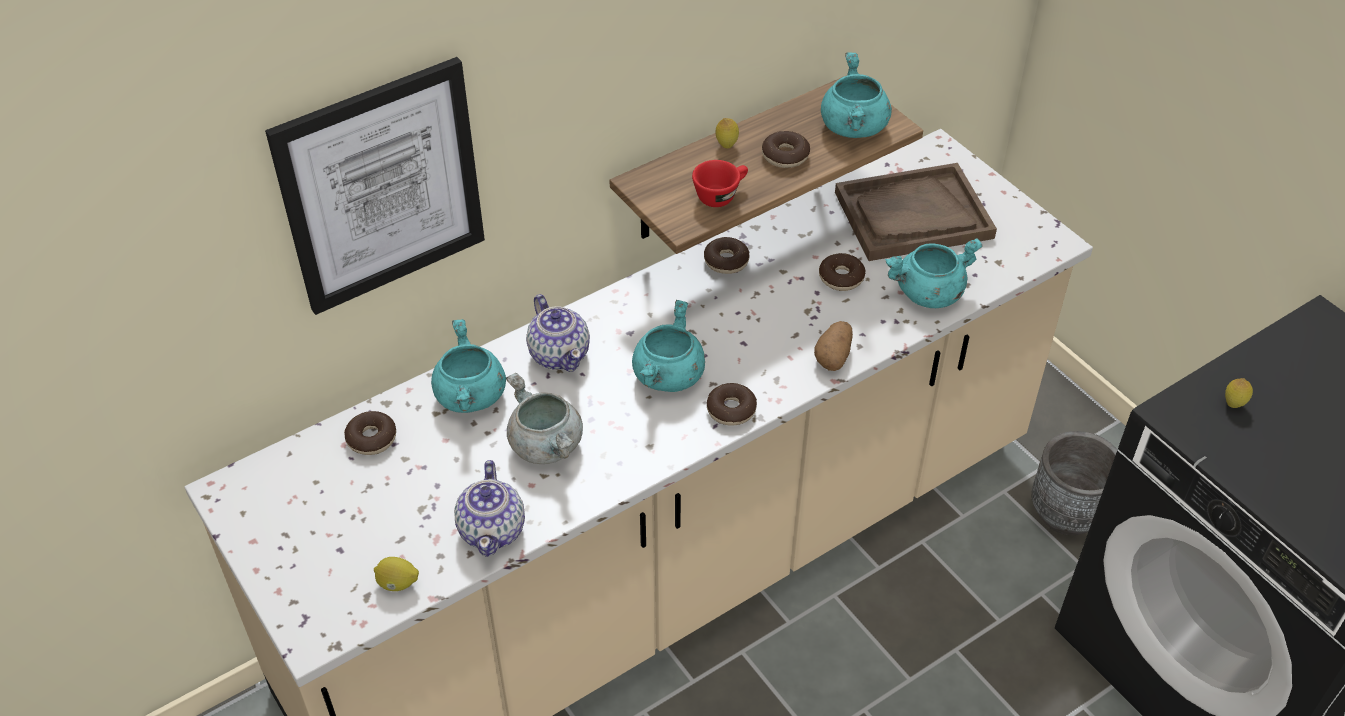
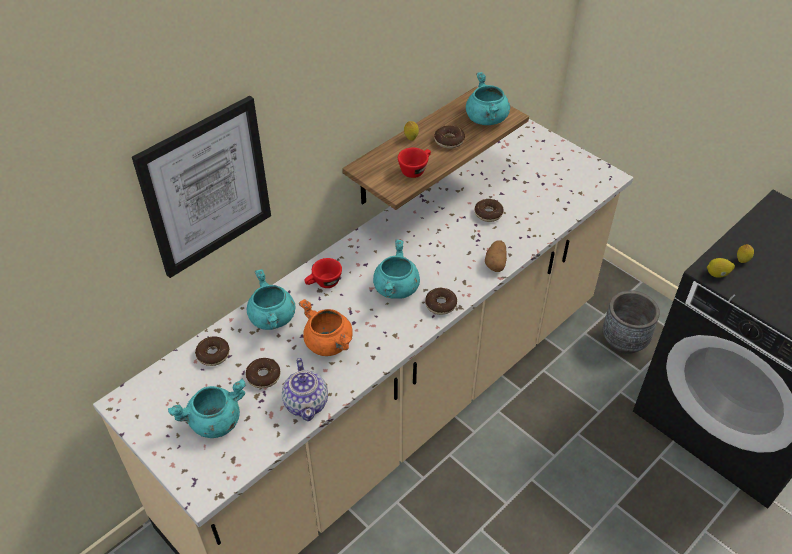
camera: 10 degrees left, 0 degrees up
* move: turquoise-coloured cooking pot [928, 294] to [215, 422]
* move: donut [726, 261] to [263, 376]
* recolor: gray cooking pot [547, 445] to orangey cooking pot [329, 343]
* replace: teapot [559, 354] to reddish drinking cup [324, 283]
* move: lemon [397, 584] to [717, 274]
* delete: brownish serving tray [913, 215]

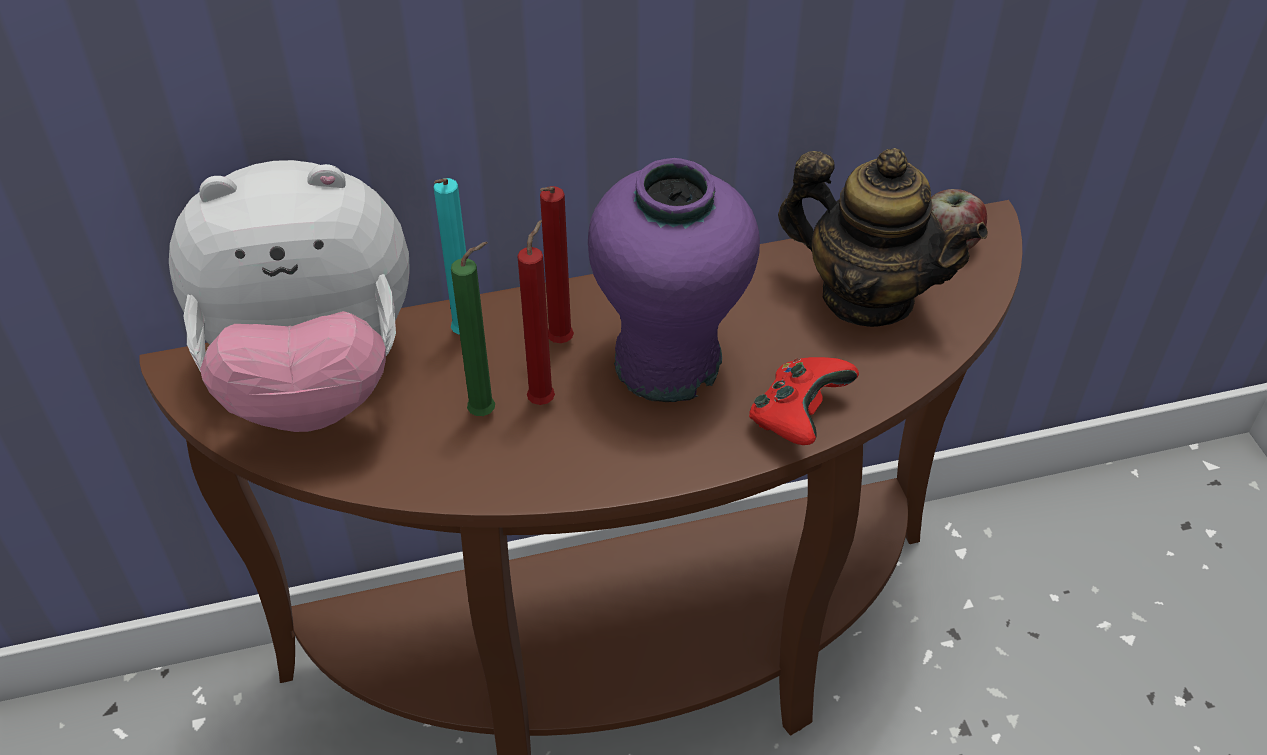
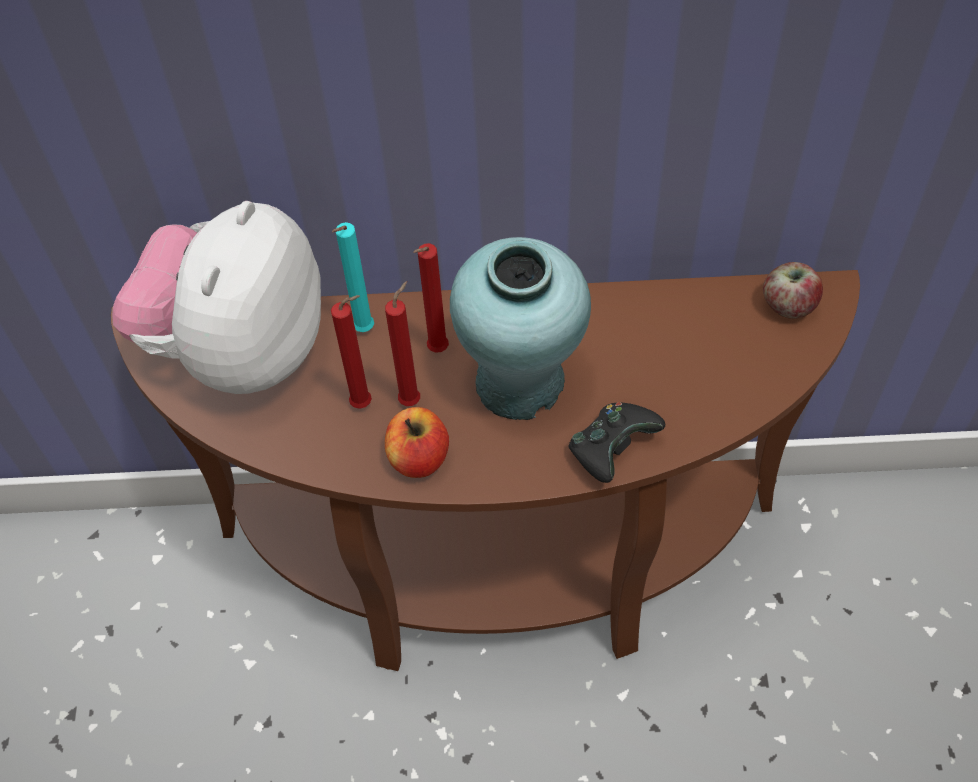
camera: 15 degrees right, 10 degrees up
* rotate: plush toy [314, 377] = [239, 349] 105 degrees clockwise
* recolor: greenish wax light [487, 412] to reddish wax light [365, 403]
* insert: apple [419, 457]
* recolor: purple flower vase [668, 361] to turquoise-coloured flower vase [520, 381]
* recolor: reddish game controller [798, 416] to black game controller [611, 450]
* delete: teapot [867, 296]

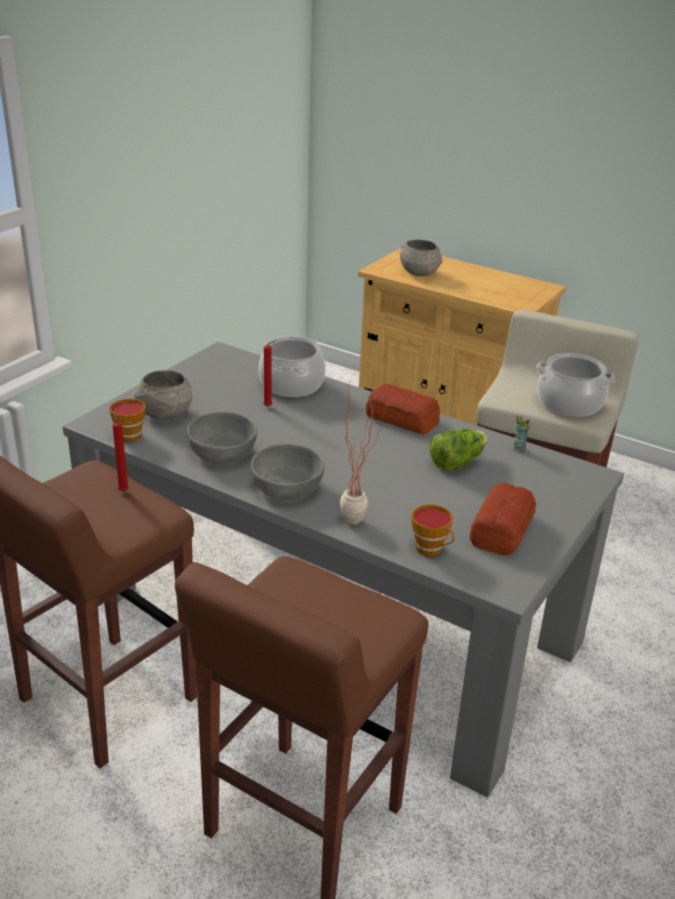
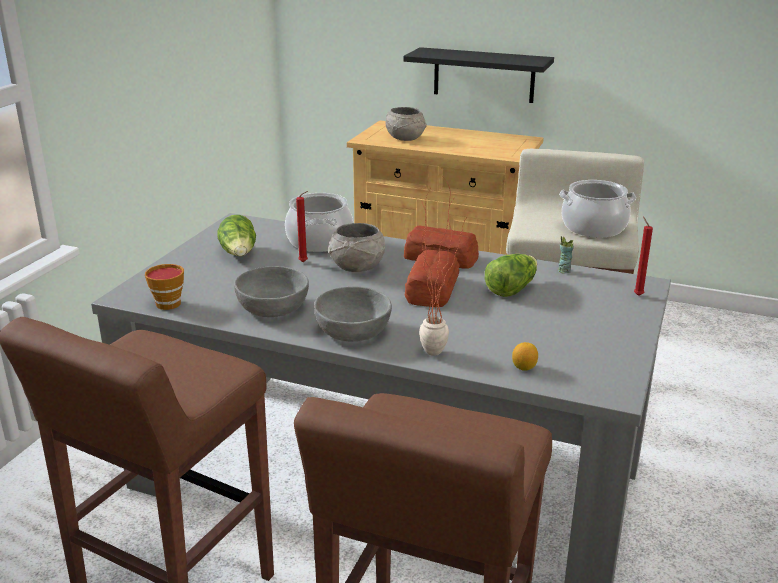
camera: 10 degrees left, 5 degrees down
* insert: lettuce head [239, 254]
* move: gray bowl [164, 414] to [356, 267]
* insert: black shelf [484, 75]
* move: bakery bread [500, 529] to [431, 290]
* replace: drinking cup [432, 549] to lemon [524, 367]
* move: reddish wax light [123, 490] to [637, 295]

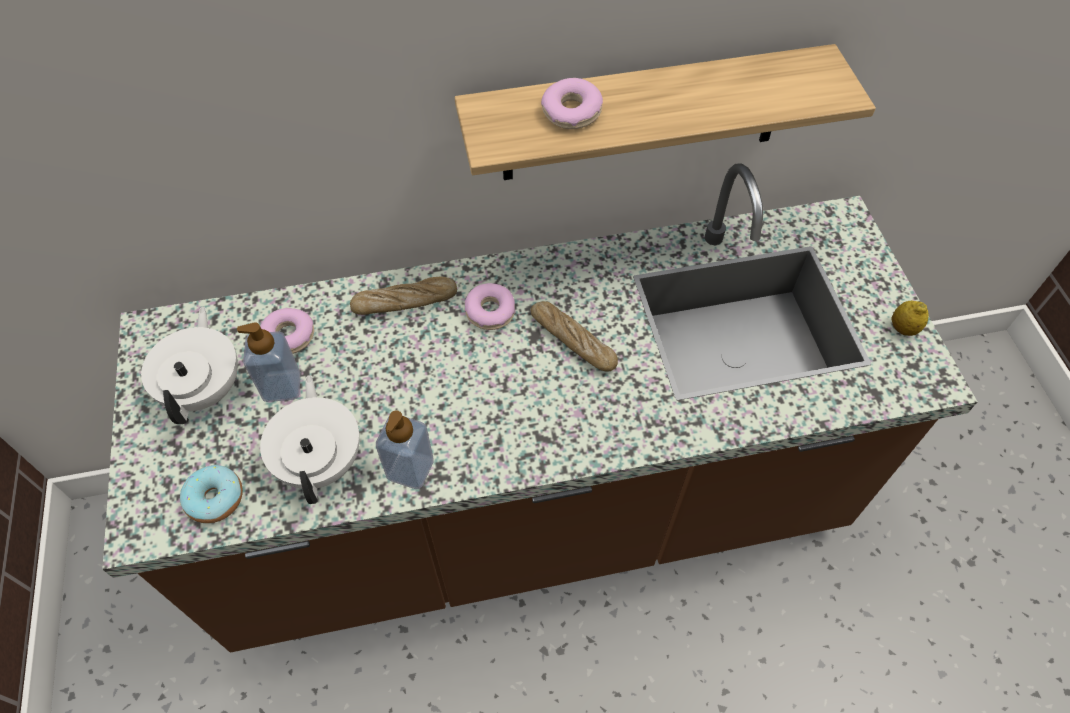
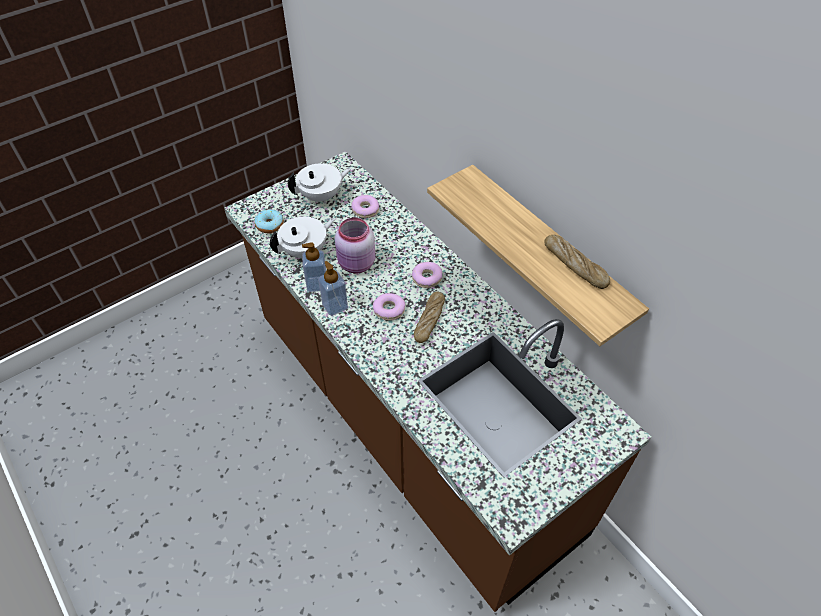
camera: 65 degrees right, 5 degrees down
* move: liquid soap bottle [282, 386] to [335, 306]
* insert: pink jar [356, 264]
* move: donut [571, 112] to [389, 310]
* move: bakery bread [405, 302] to [575, 265]
* delete: lemon [903, 329]

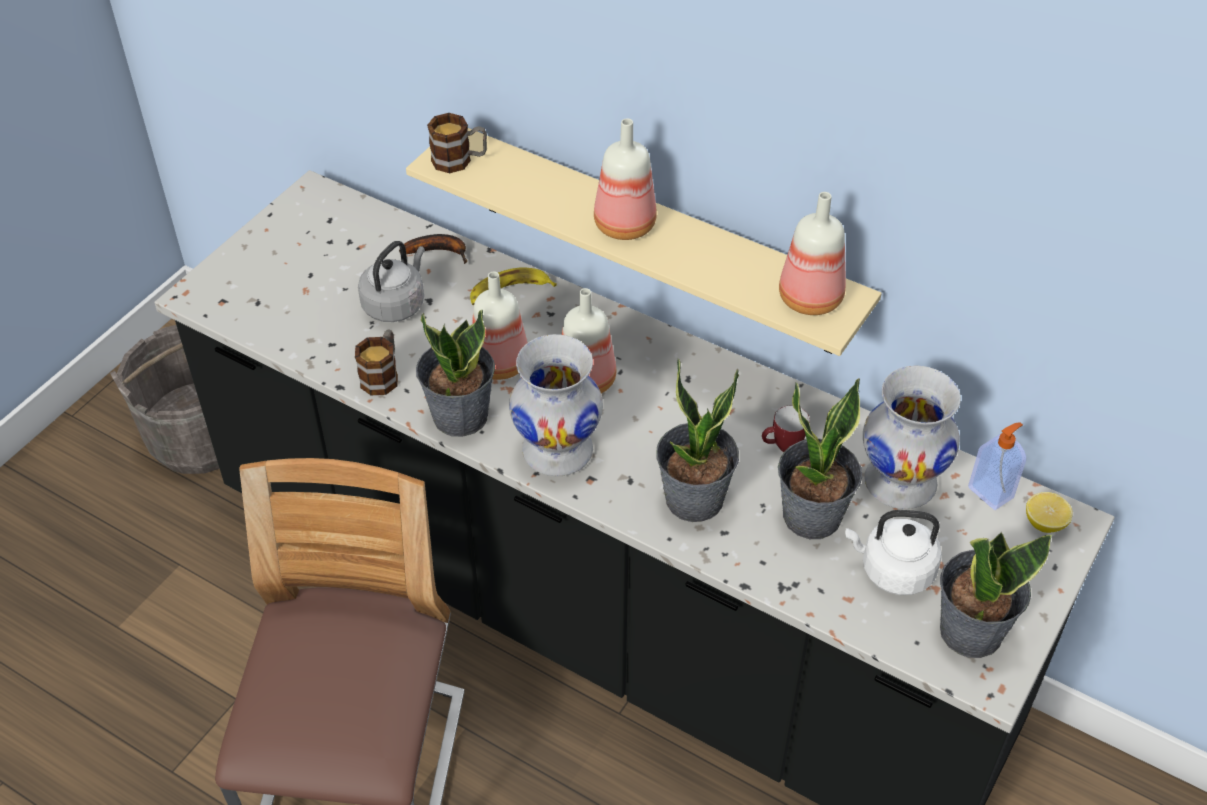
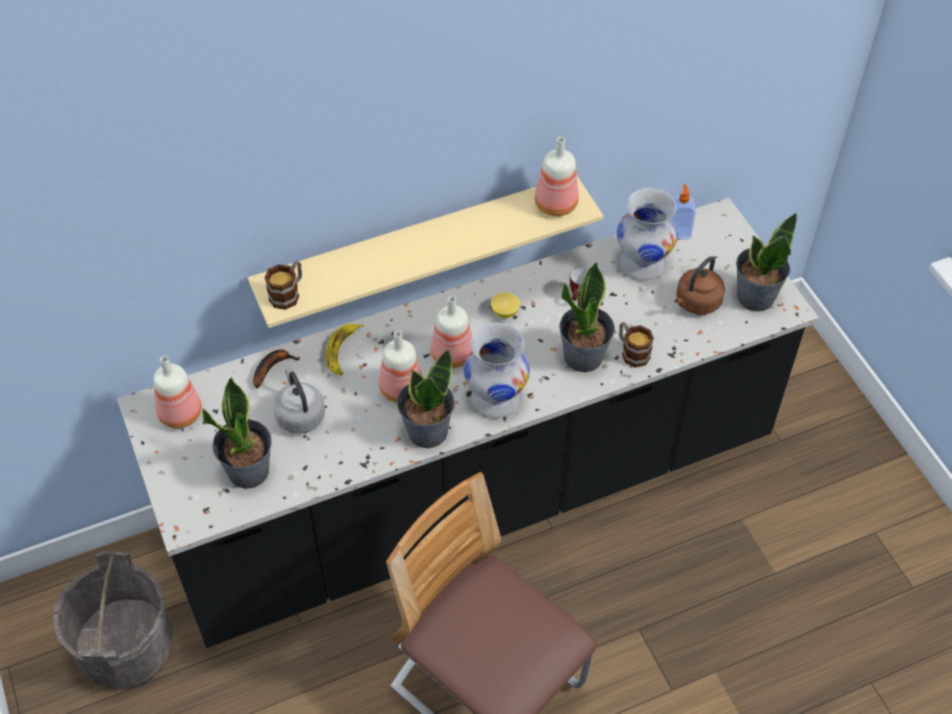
camera: 55 degrees left, 5 degrees up
* move: beverage bottle [623, 226] to [181, 415]
* move: houseplant [812, 517] to [249, 471]
* move: lemon [1044, 523] to [505, 312]
* move: mug [382, 375] to [632, 352]
* recolor: white water kettle [893, 571] to brownish water kettle [696, 303]

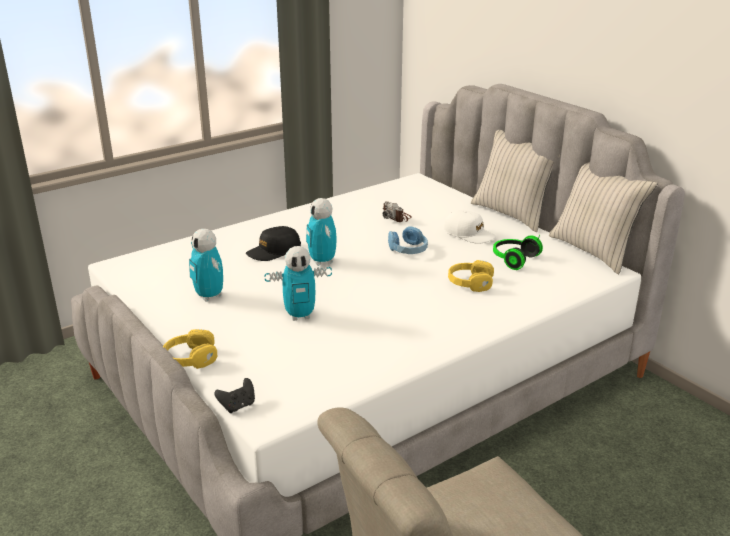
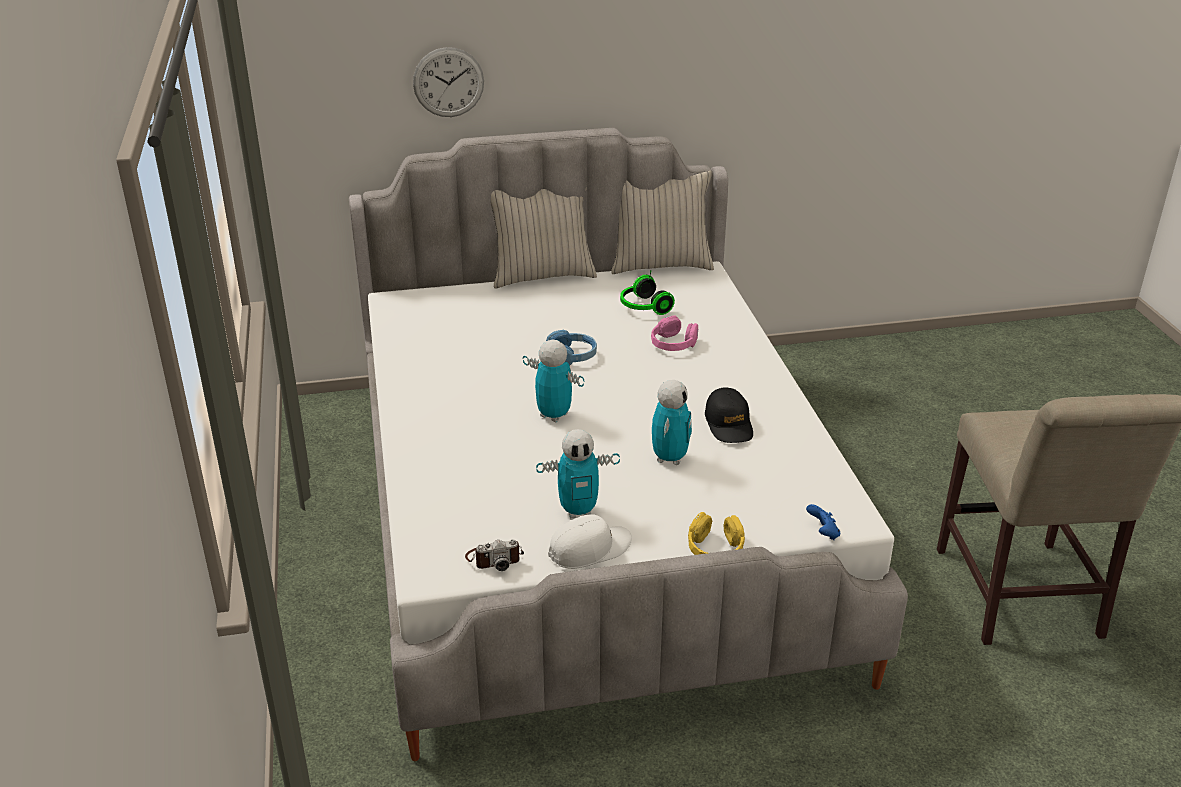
camera: 65 degrees left, 5 degrees up
* insert: hanging clock [448, 82]
* move: photo camera [396, 217] to [494, 558]
* rotate: robot figure [322, 261] = [554, 415] 150 degrees counterclockwise
* move: white baseball cap [469, 234] to [590, 549]
* recolor: yellow pair of headphones [470, 283] to pink pair of headphones [673, 344]
* move: black baseball cap [274, 251] to [729, 424]
* recolor: black game controller [238, 406] to blue game controller [823, 533]

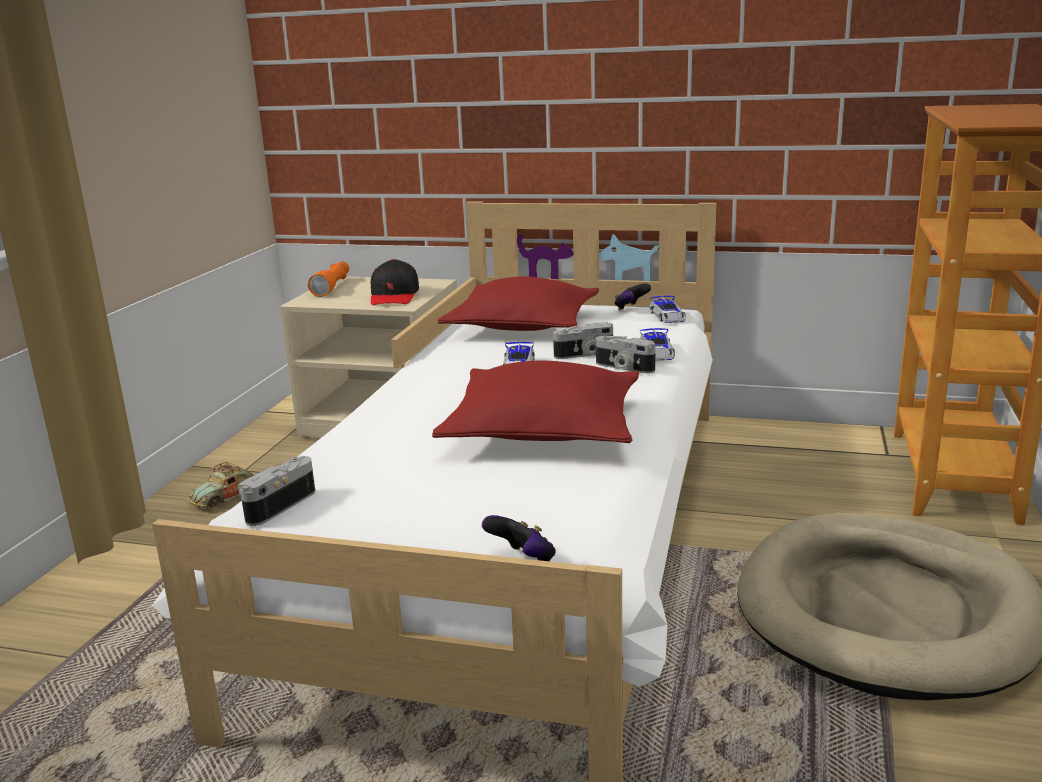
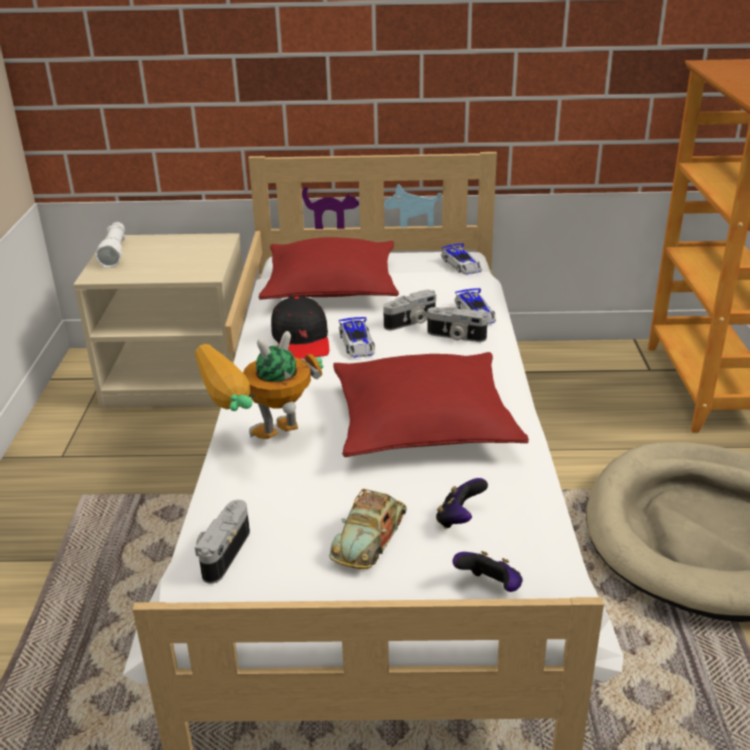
camera: 15 degrees left, 10 degrees up
* recolor: orangey flashlight [333, 287] to white flashlight [115, 252]
* insert: robot figure [261, 446]
* move: black baseball cap [394, 296] to [302, 340]
* move: model car [227, 496] to [369, 538]
* move: game controller [631, 308] to [459, 519]

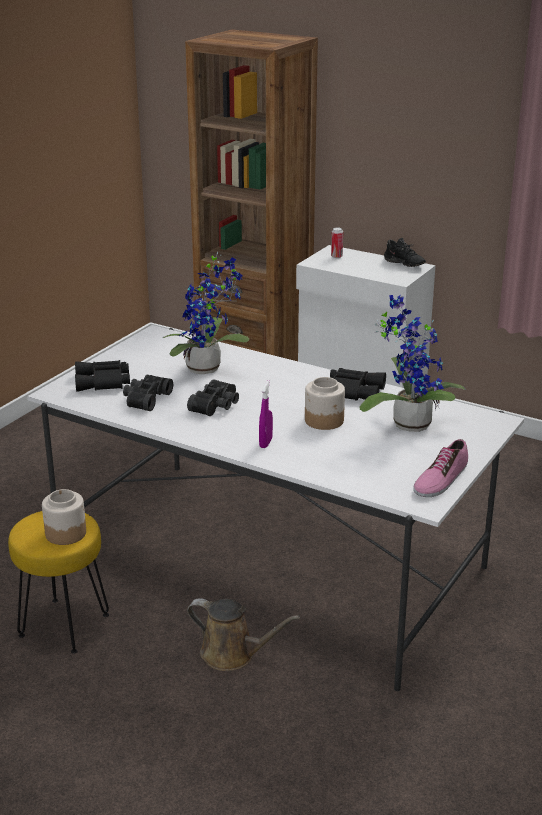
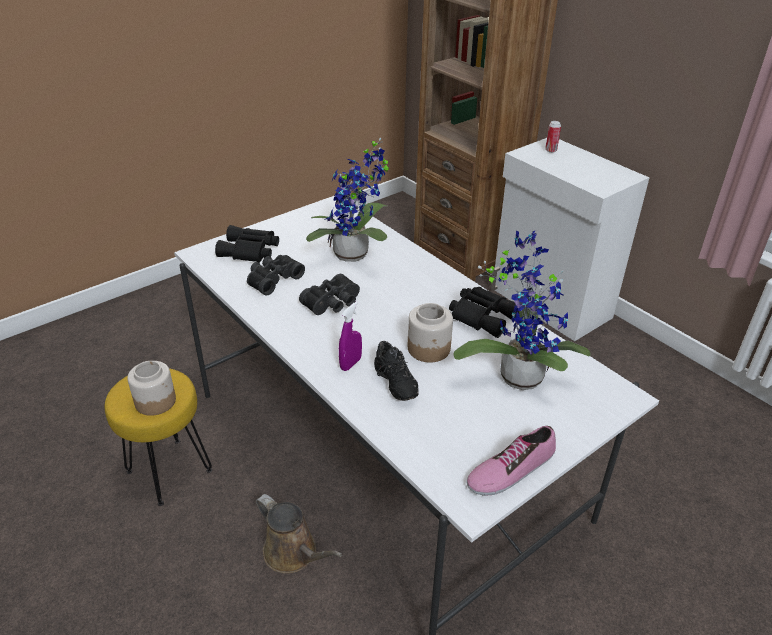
camera: 20 degrees right, 10 degrees up
* move: black shoe [403, 264] to [393, 384]

